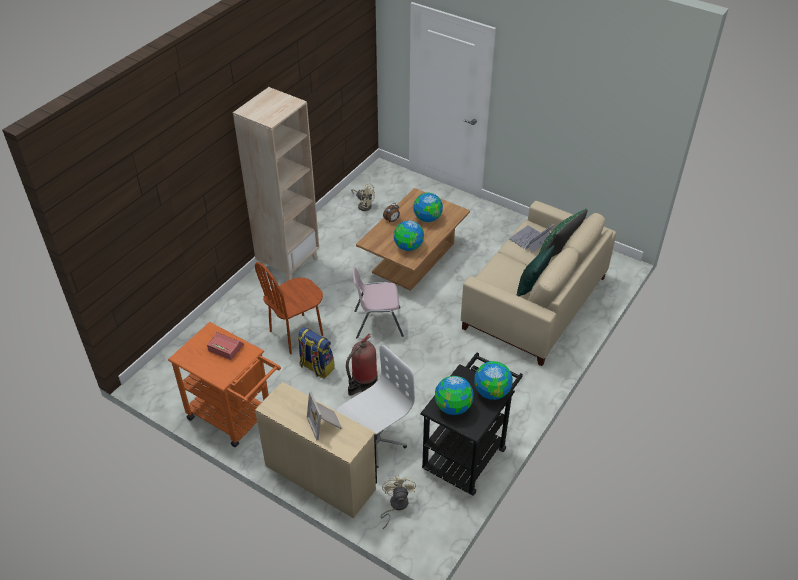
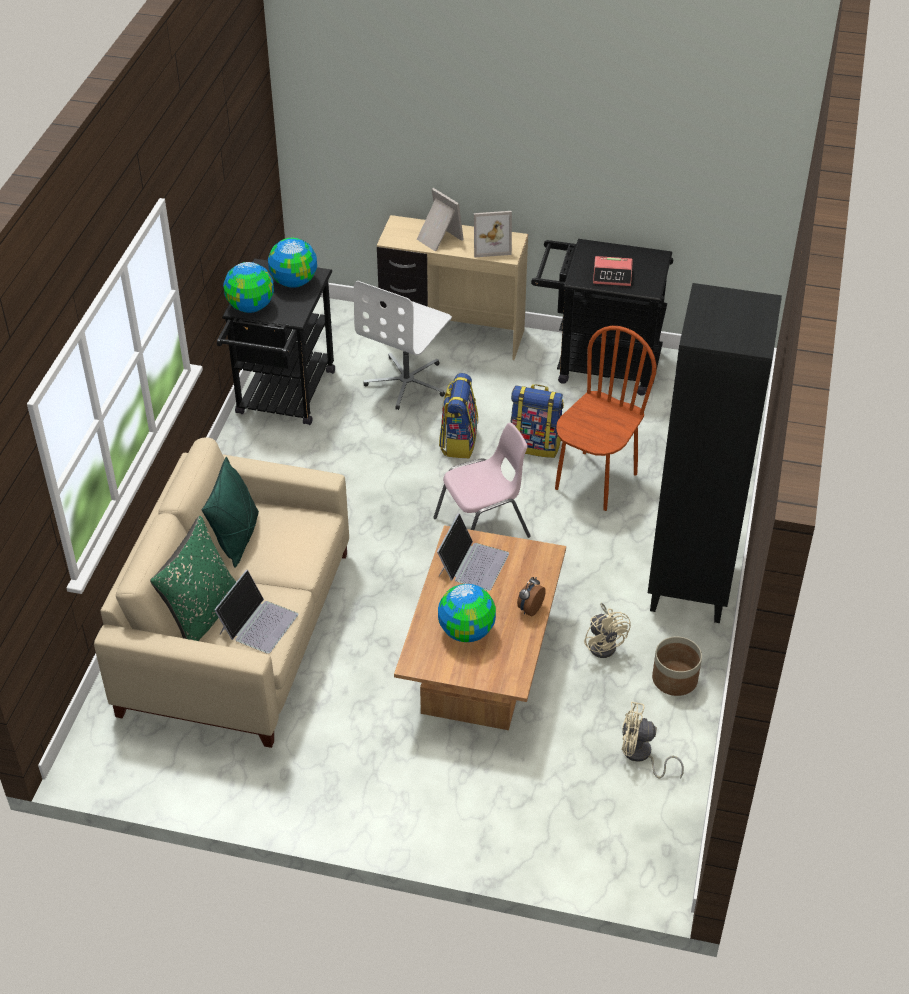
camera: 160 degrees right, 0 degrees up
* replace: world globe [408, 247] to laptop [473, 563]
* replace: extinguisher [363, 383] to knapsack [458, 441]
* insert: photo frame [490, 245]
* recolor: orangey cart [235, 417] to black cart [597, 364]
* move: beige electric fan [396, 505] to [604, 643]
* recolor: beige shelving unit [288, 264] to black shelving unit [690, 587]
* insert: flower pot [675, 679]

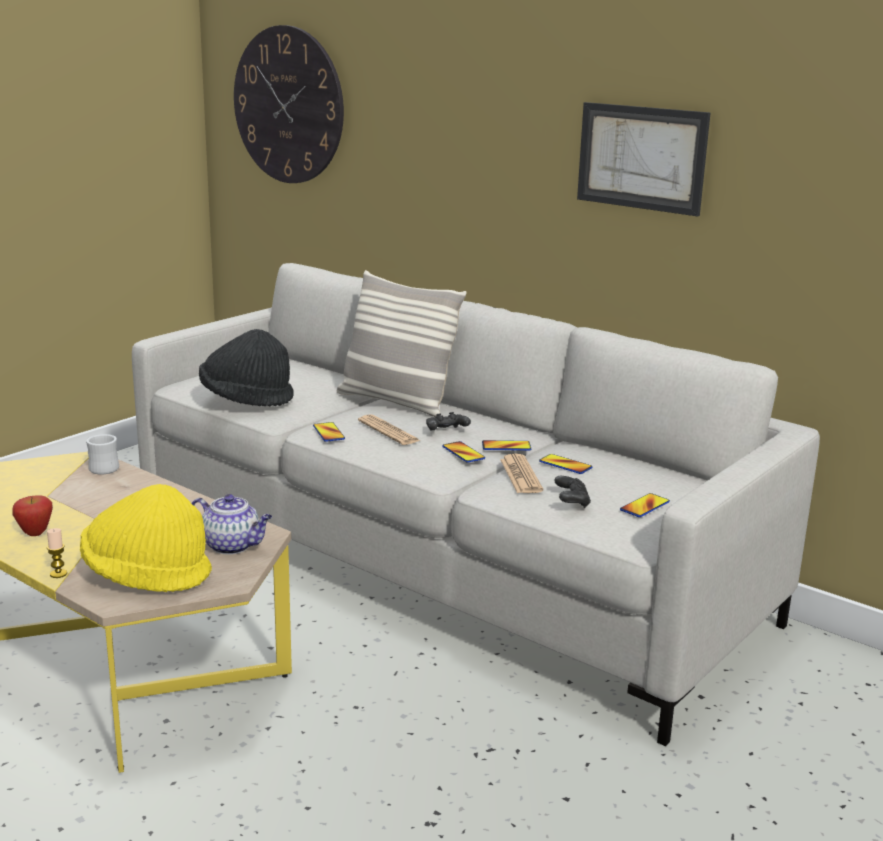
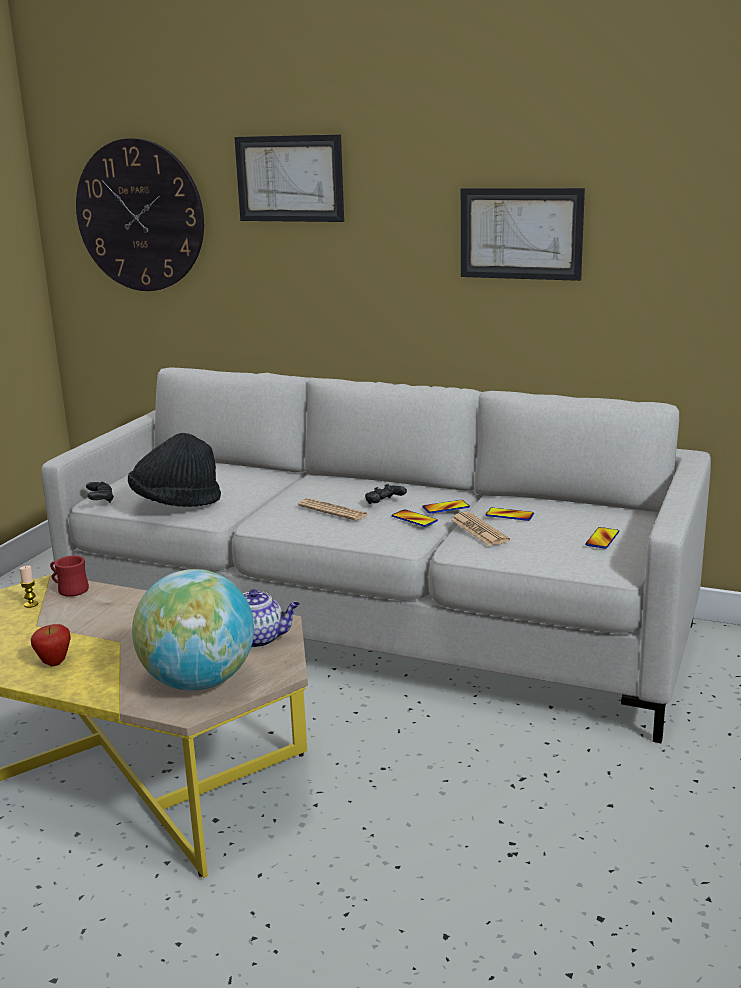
camera: 15 degrees left, 0 degrees up
* move: wax light [58, 574] to [31, 604]
* recolor: white mug [101, 468] to reddish mug [69, 590]
* move: black game controller [571, 502] to [100, 500]
* replace: yellow wearable hat [146, 576] to world globe [199, 681]
* insert: wall picture [290, 178]
* delete: phone [328, 433]
* delete: cushion [396, 402]

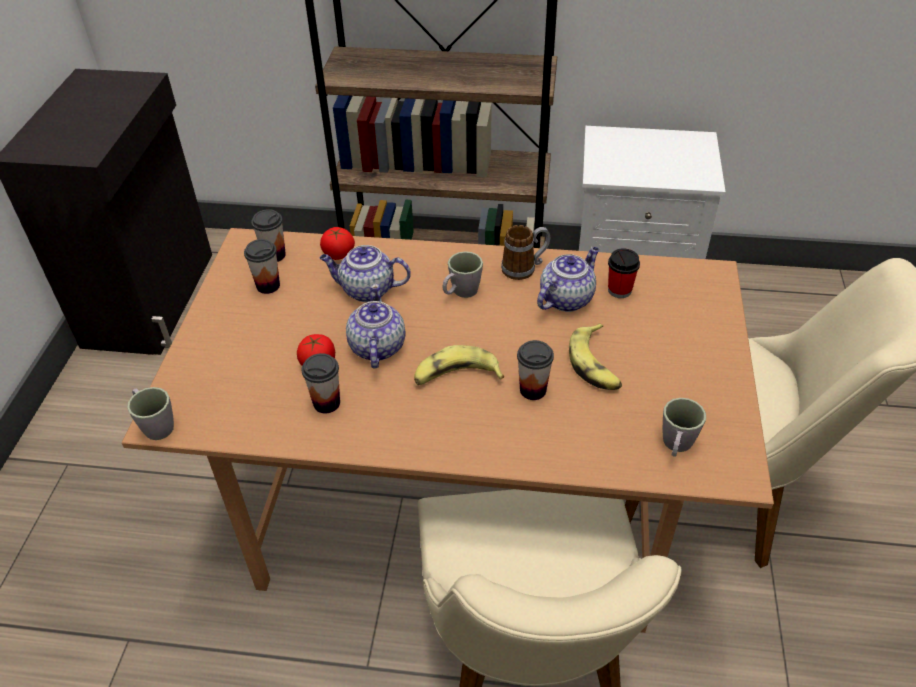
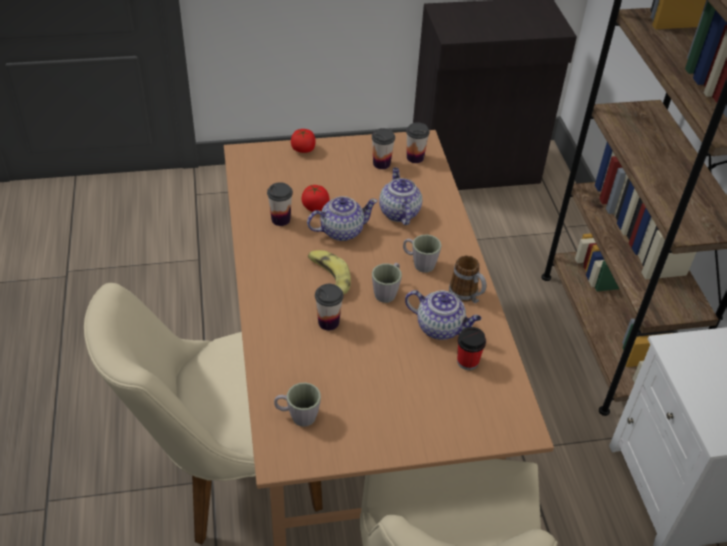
camera: 70 degrees right, 0 degrees up
* move: fresh tomato [338, 254] to [303, 149]
* move: gray mug [155, 424] to [387, 291]
* delete: banana fruit [595, 364]

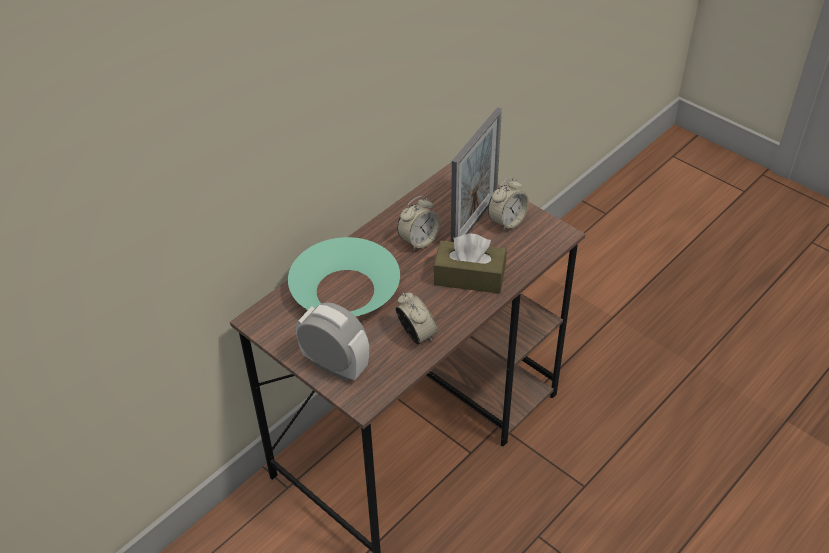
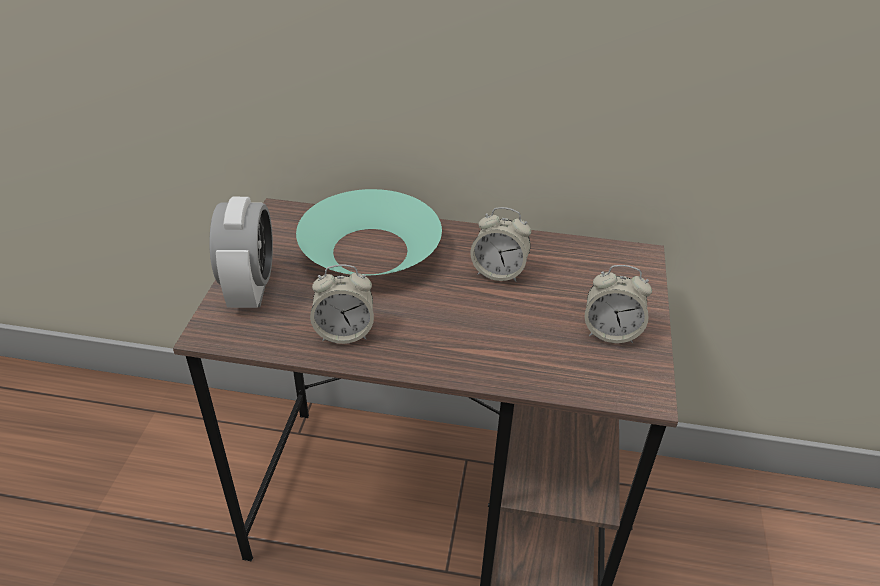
camera: 55 degrees right, 5 degrees down
* rotate: table clock [416, 335] = [344, 332] 60 degrees clockwise
* delete: brownish tissue box [469, 277]
* delete: photo frame [474, 222]

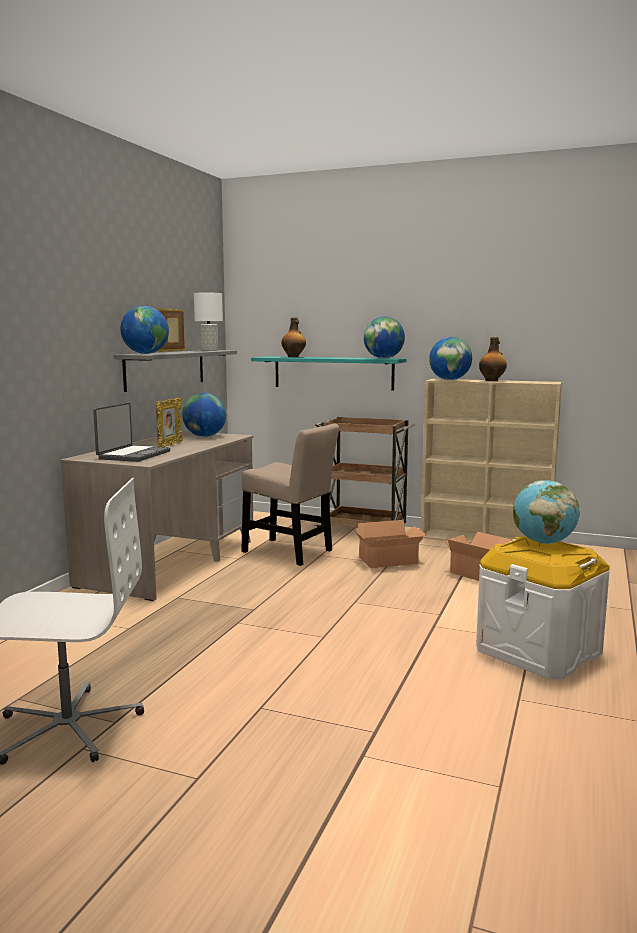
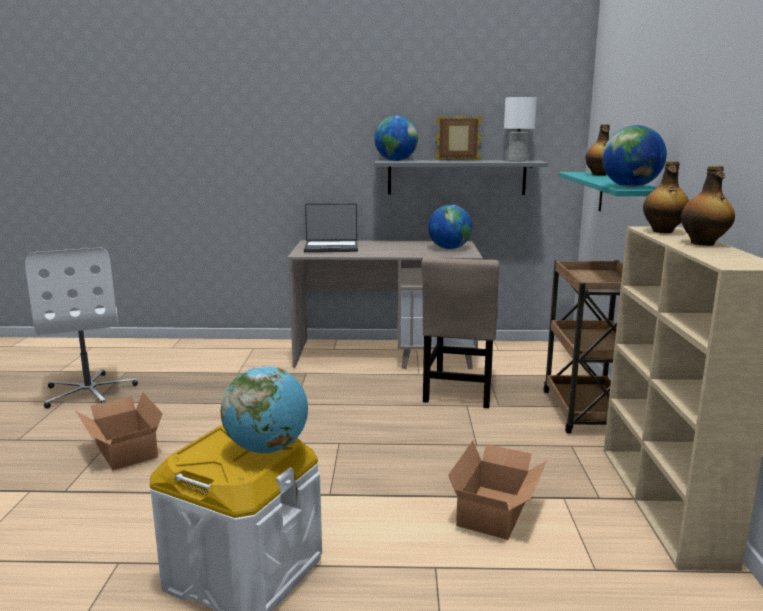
camera: 70 degrees right, 5 degrees up
* move: carton [390, 561] to [124, 452]
* replace: world globe [449, 380] to beverage bottle [662, 231]
* delete: photo frame [169, 446]

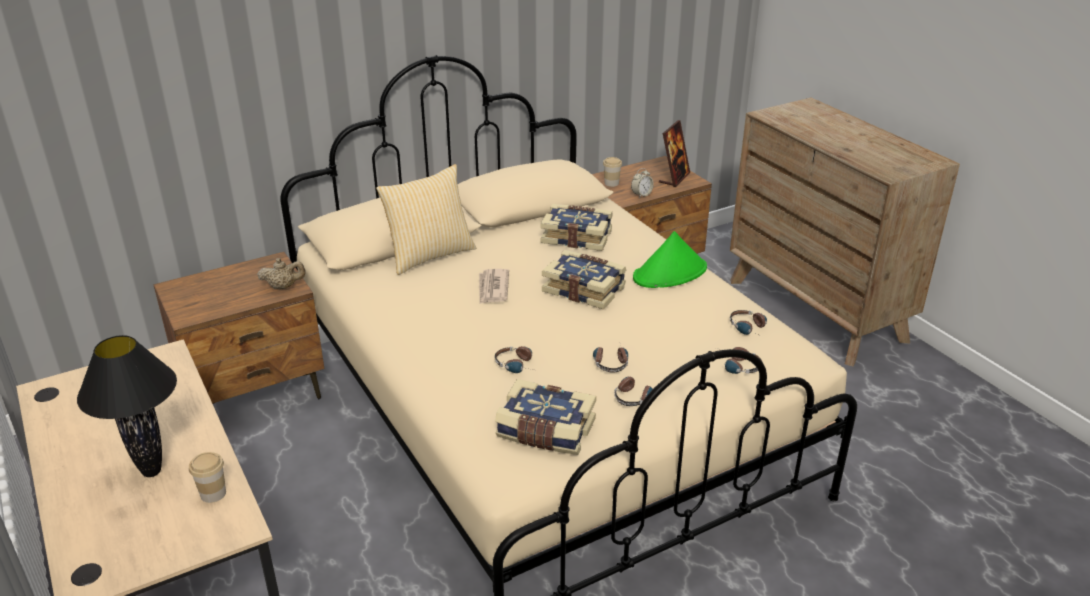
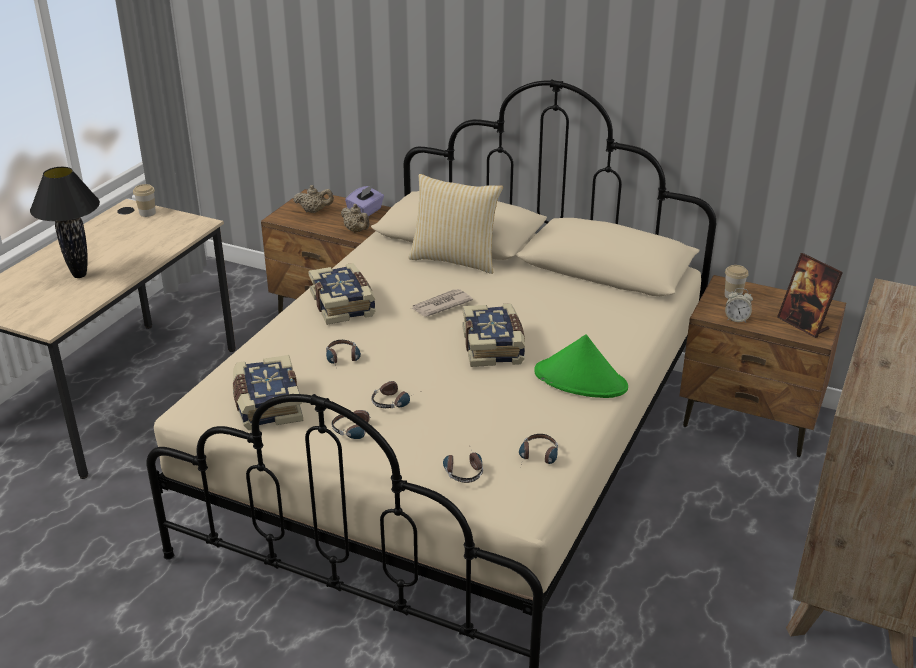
camera: 55 degrees right, 0 degrees up
* move: drinking cup [213, 494] to [147, 213]
* insert: beige teapot [314, 211]
* move: book [577, 237] to [344, 304]
* insert: purple tissue box [365, 212]
* rotate: photo frame [674, 178] = [803, 324] 60 degrees clockwise

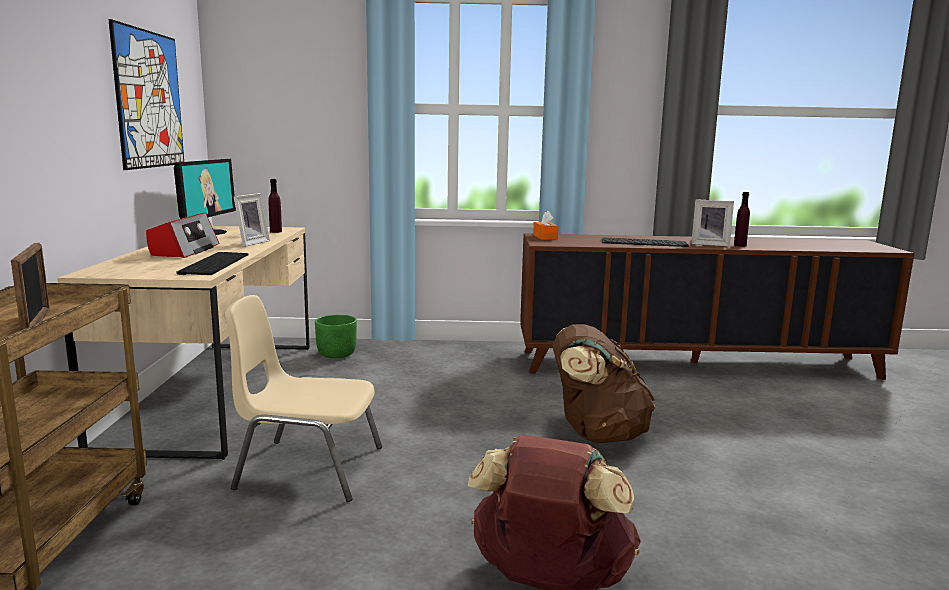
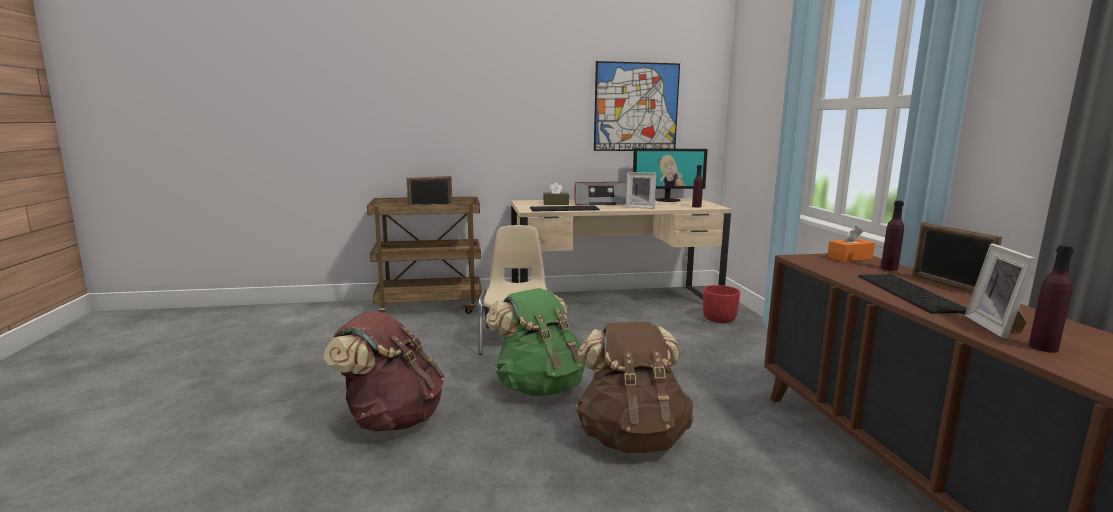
camera: 80 degrees right, 0 degrees up
* insert: greenish knapsack [539, 387]
* insert: brownish tissue box [556, 204]
* recolor: greenish flower pot [337, 354] to reddish flower pot [719, 319]
* insert: purple beverage bottle [889, 268]
* insert: photo frame [948, 285]

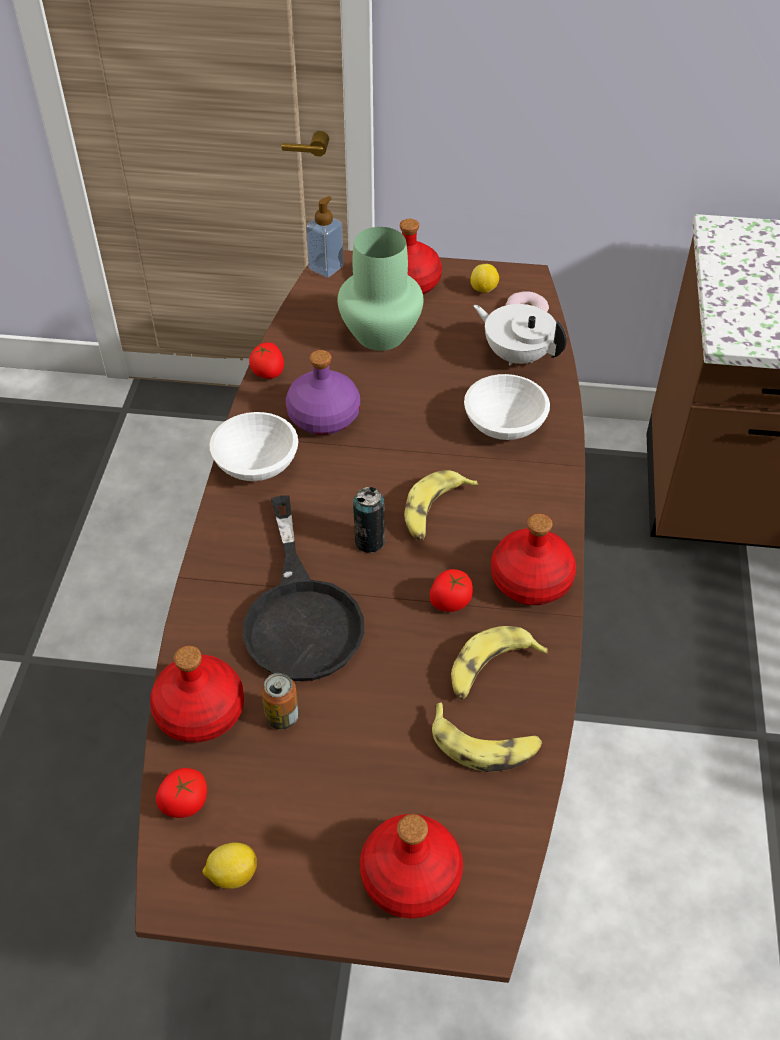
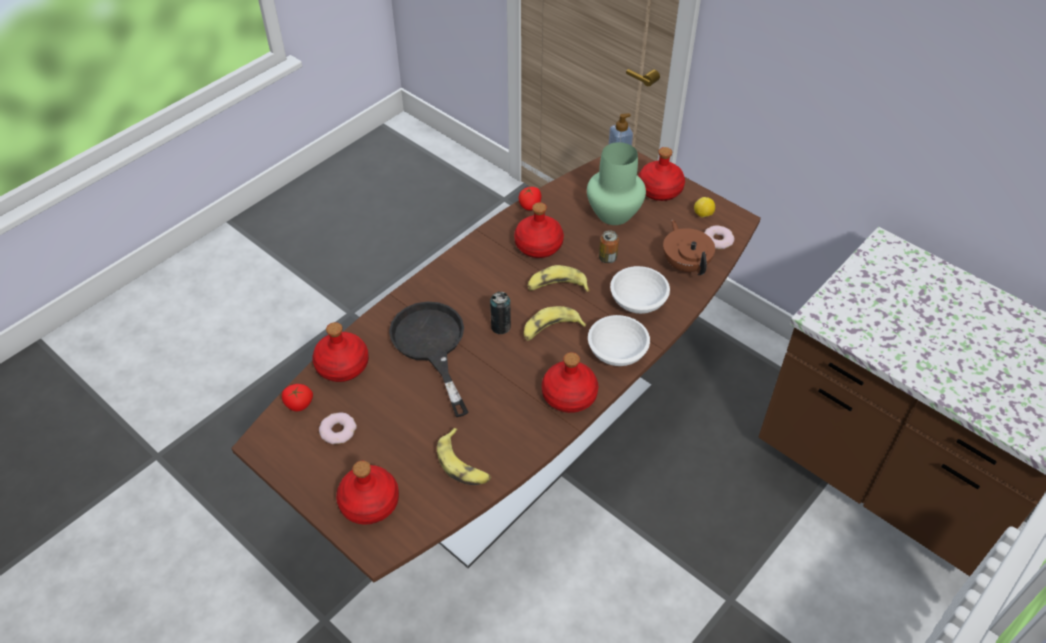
camera: 35 degrees right, 0 degrees up
* insert: donut [338, 430]
* rotate: black pan [301, 614] = [431, 346] 135 degrees clockwise
* recolor: purple beverage bottle [323, 416] to reddish beverage bottle [538, 245]
* move: banana fruit [490, 669] to [557, 287]
* move: white bowl [257, 464] to [617, 353]
* move: metal can [282, 716] to [607, 258]
* recolor: white teapot [517, 355] to brownish teapot [685, 264]
* delete: lemon [232, 874]
* delete: fresh tomato [450, 602]

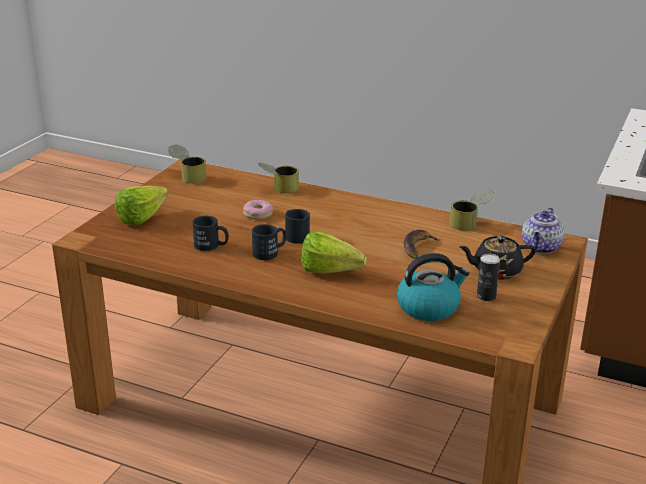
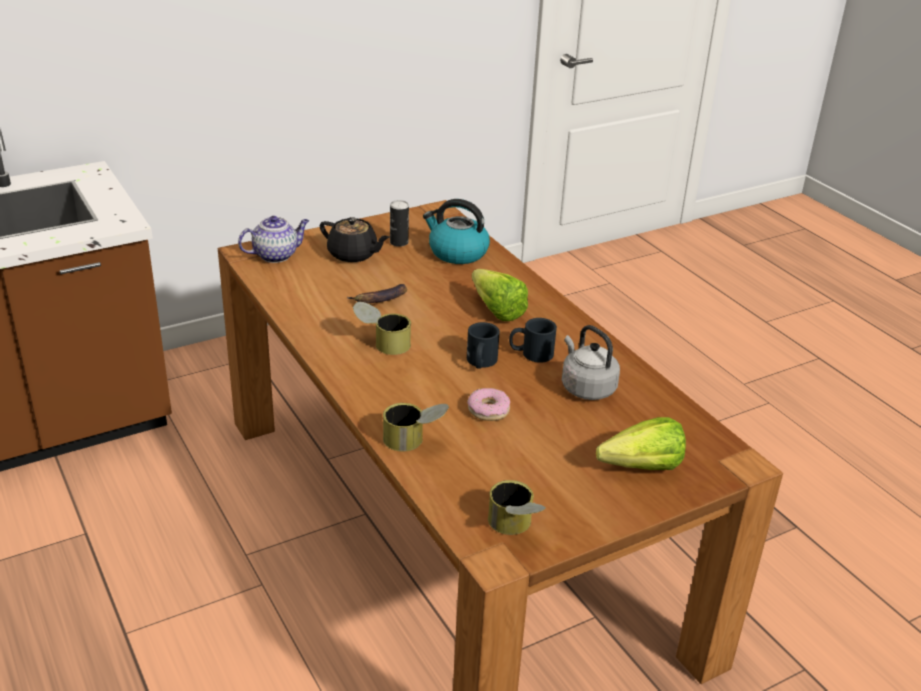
camera: 145 degrees left, 5 degrees up
* move: metal can [470, 223] to [382, 343]
* replace: black mug [211, 245] to gray water kettle [586, 387]

